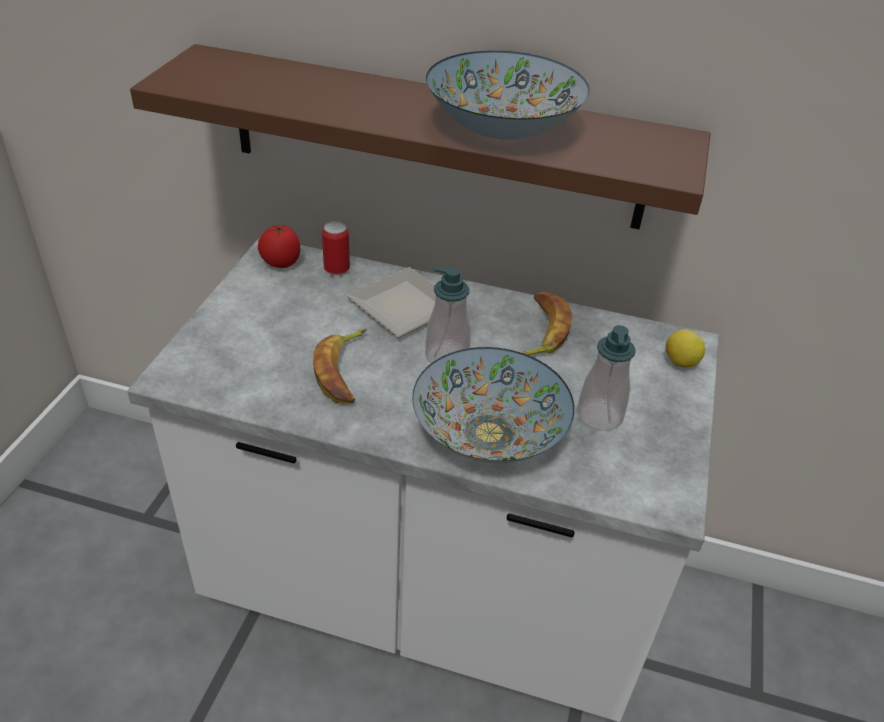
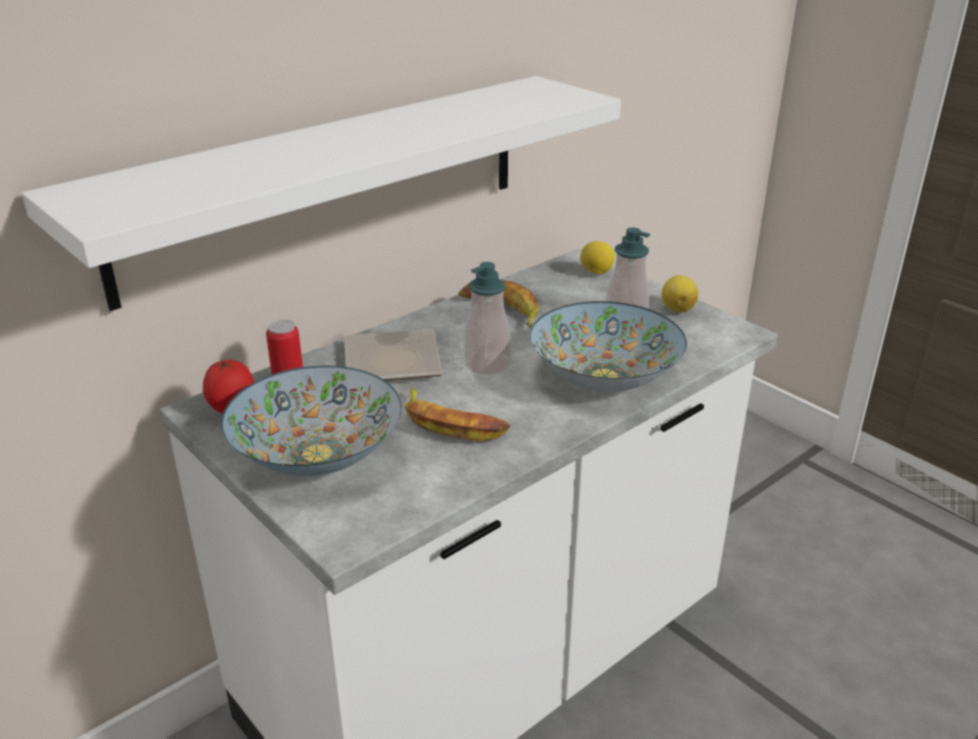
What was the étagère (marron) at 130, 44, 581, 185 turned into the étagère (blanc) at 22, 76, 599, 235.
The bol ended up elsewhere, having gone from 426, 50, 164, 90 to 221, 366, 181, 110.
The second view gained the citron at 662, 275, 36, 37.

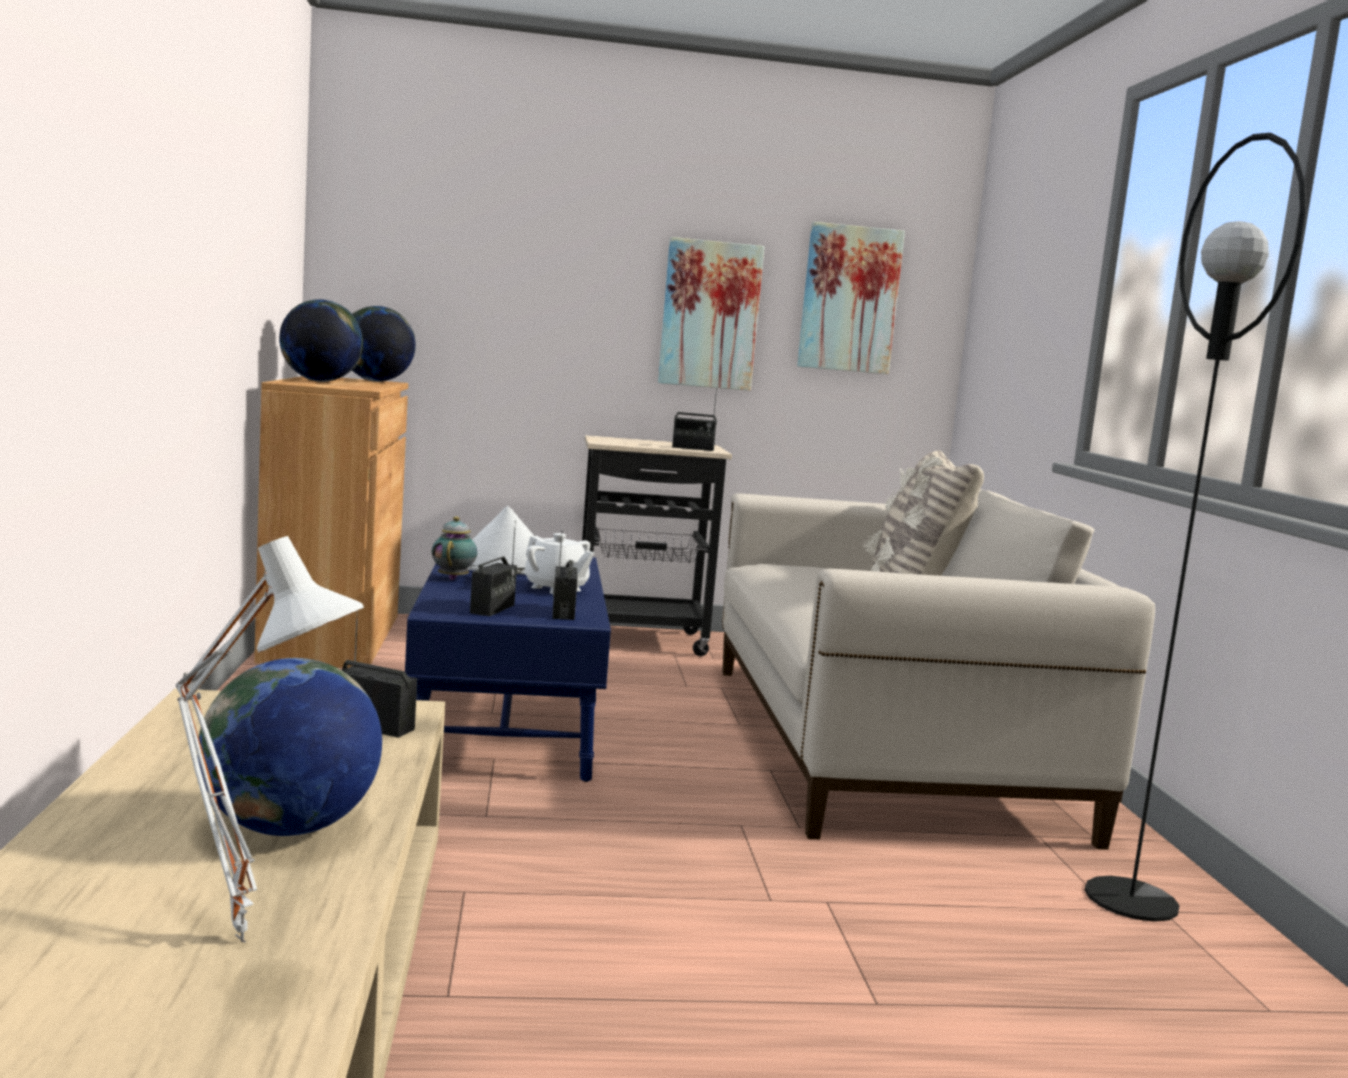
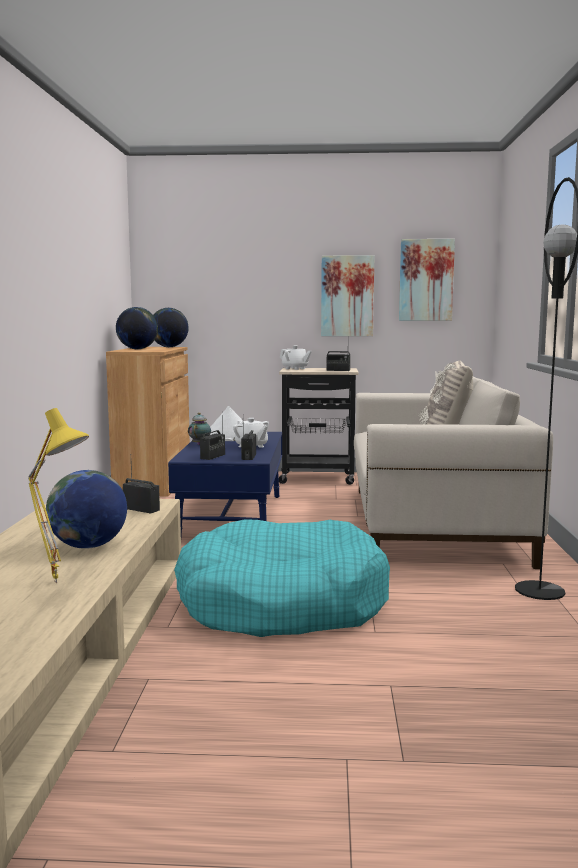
What was the lampe de table (blanc) at 176, 536, 188, 407 turned into the lampe de table (jaune) at 28, 408, 61, 175.
The second view gained the panier pour chien (turquoise) at 174, 519, 216, 118.
The second view gained the théière (blanc) at 280, 346, 32, 24.

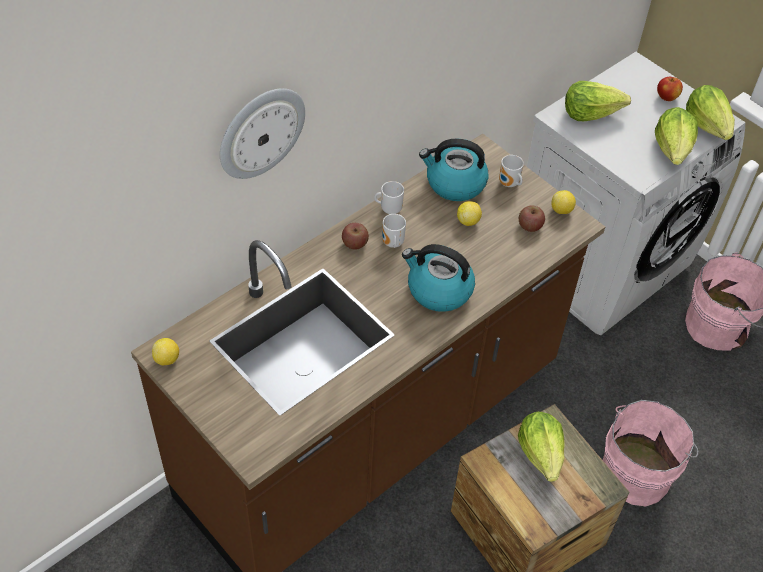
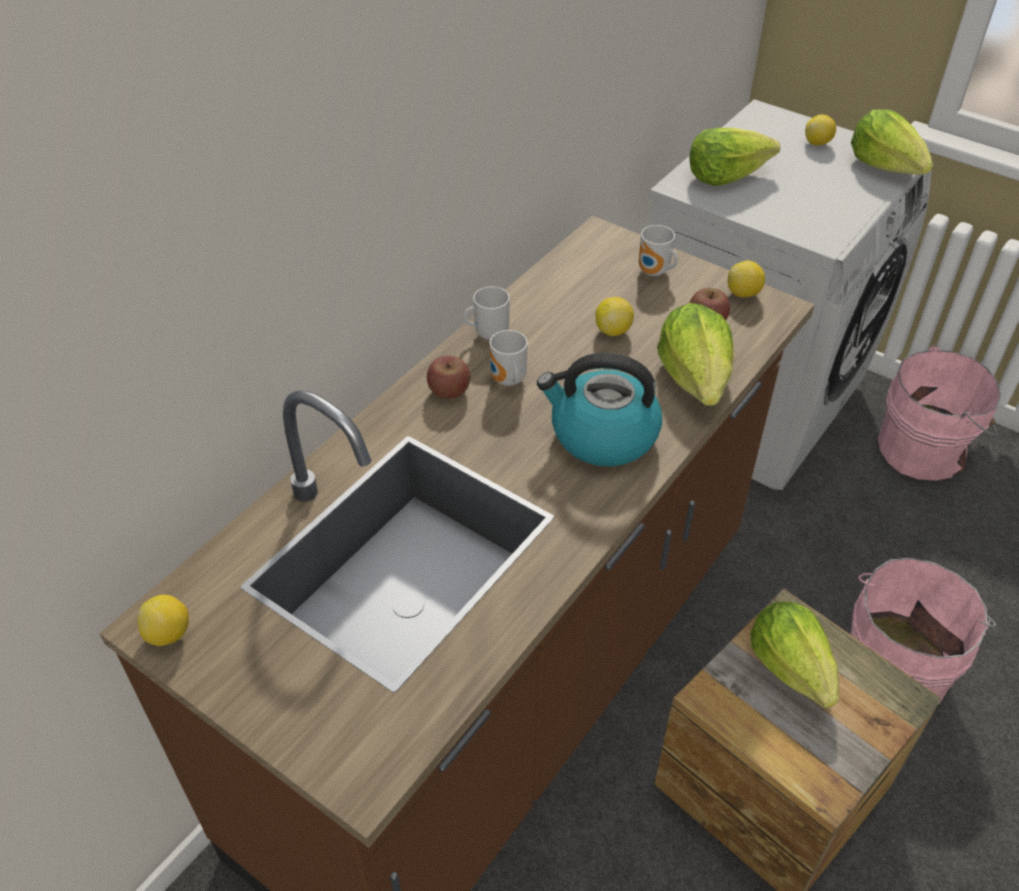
The second view lost the horloge murale at 220, 88, 85, 91.
The second view lost the bouilloire at 419, 139, 69, 62.
The laitue ended up elsewhere, having gone from 655, 107, 43, 58 to 657, 303, 77, 102.
Where the pomme stood at 657, 77, 26, 24, the citron came to stand at 805, 114, 31, 32.

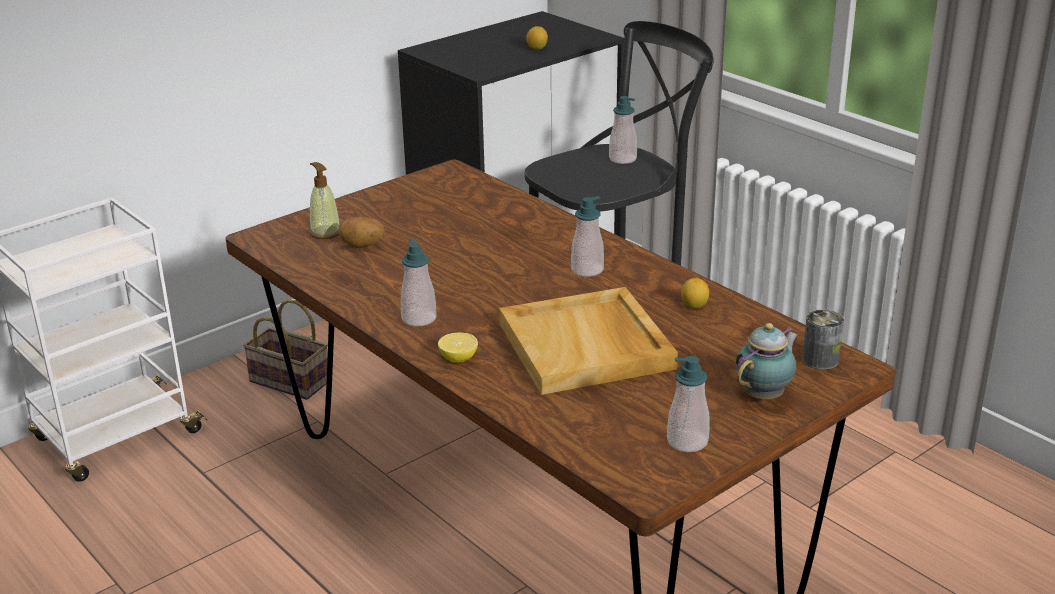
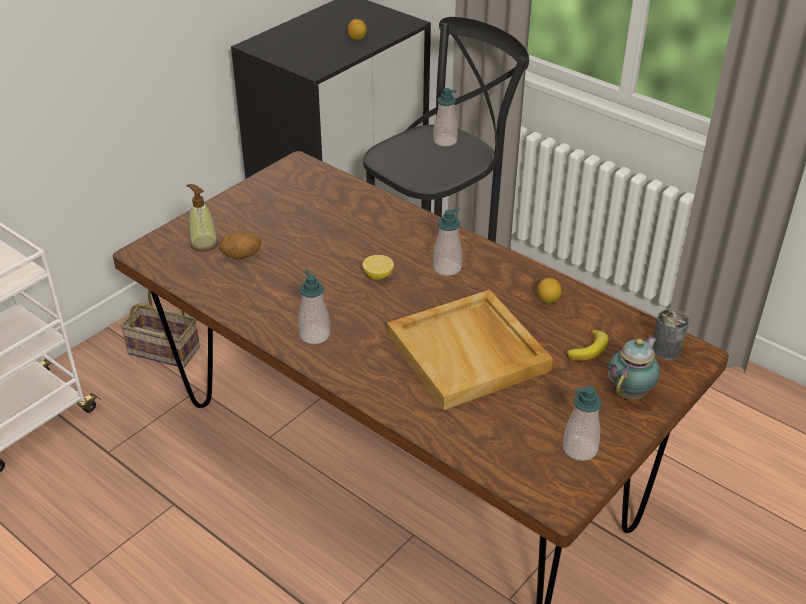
The citron ended up elsewhere, having gone from 438, 333, 40, 30 to 363, 255, 31, 25.
The second view gained the banane at 566, 330, 42, 31.

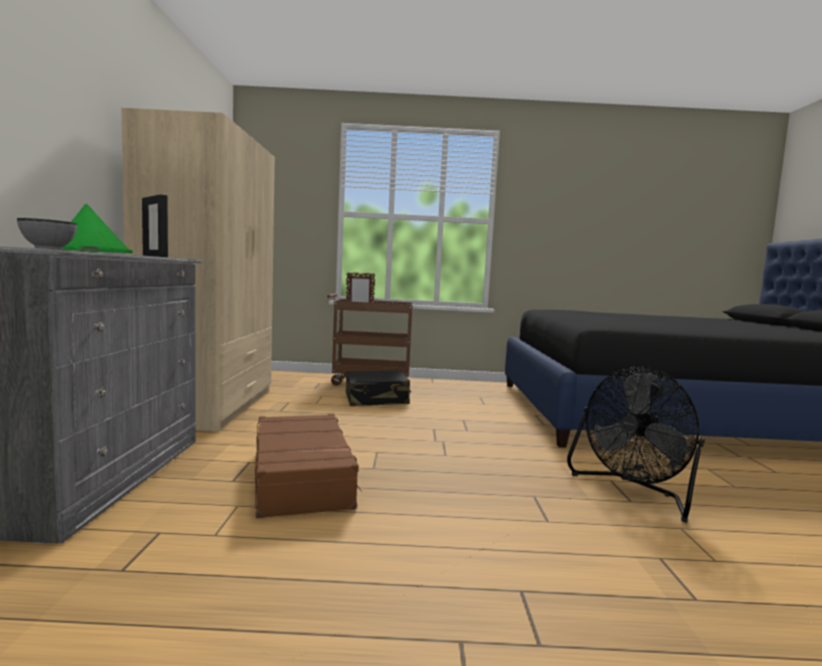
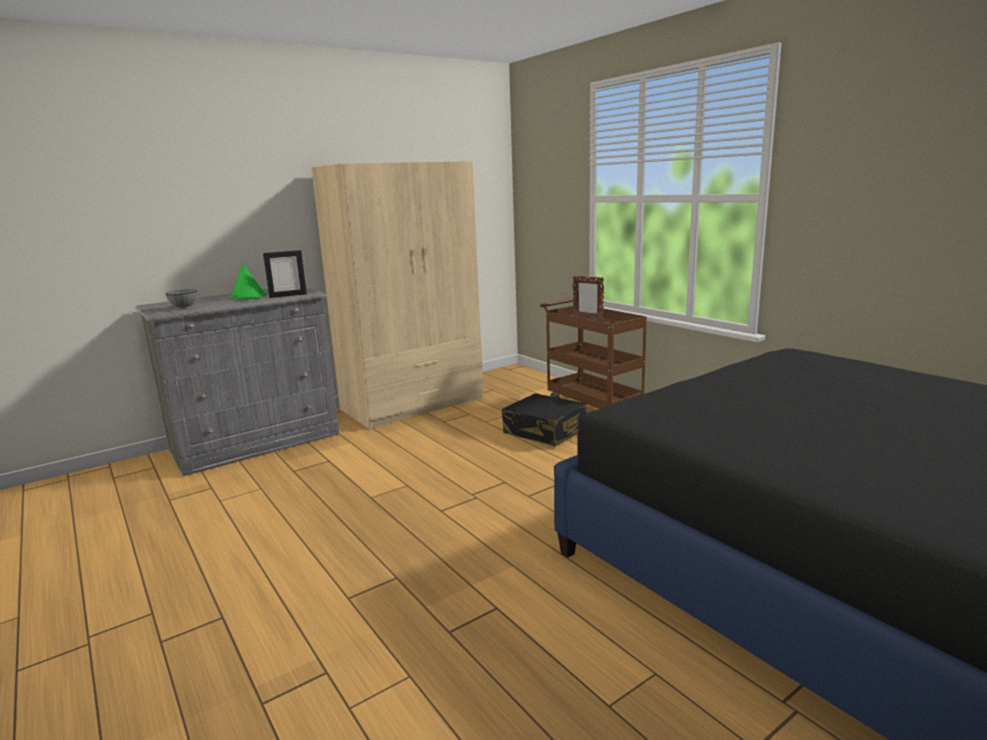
The cadre photo at 142, 194, 26, 63 ended up facing another way, 120 degrees counterclockwise from before.
The second view lost the valise (marron) at 255, 414, 107, 105.
The second view lost the ventilateur (noir) at 567, 367, 138, 156.

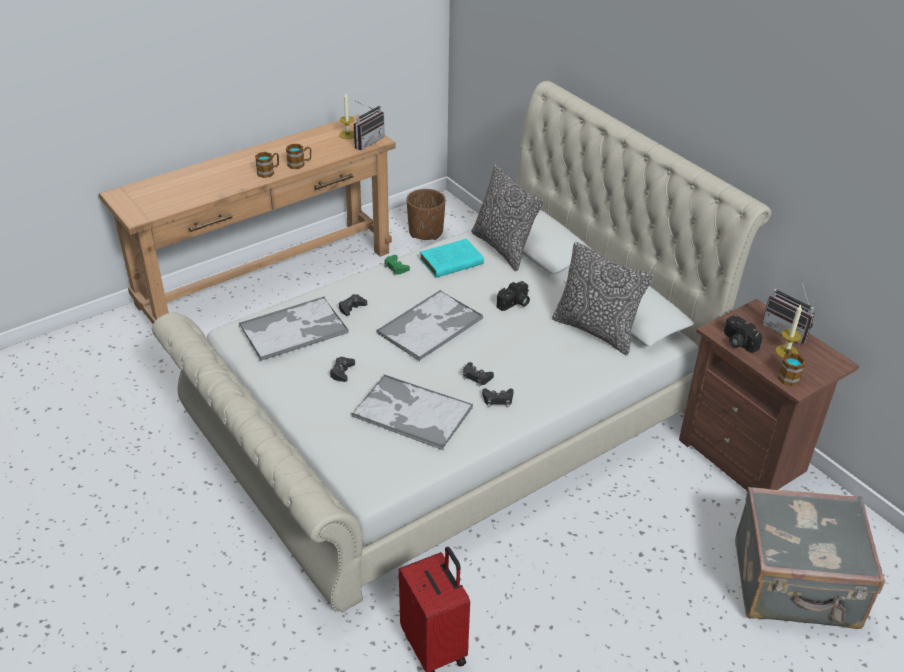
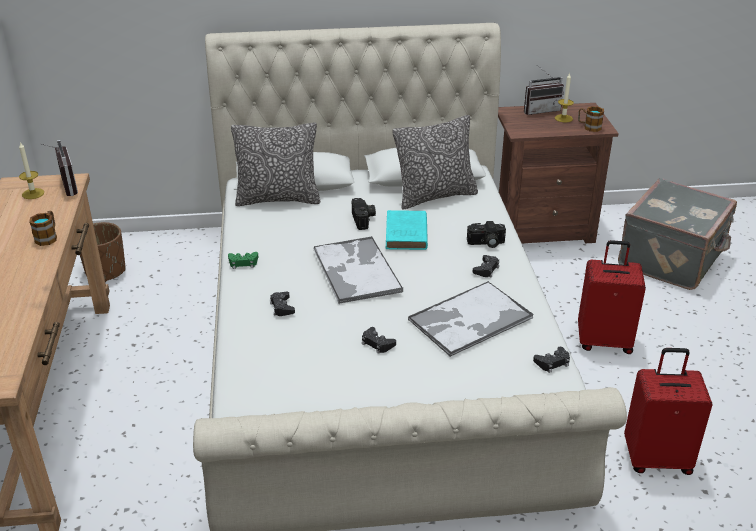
The second view lost the plateau at 239, 296, 110, 65.
The second view lost the mug at 255, 152, 24, 26.
The livre (turquoise) ended up elsewhere, having gone from 420, 239, 64, 39 to 386, 210, 42, 40.
The manette (noir) ended up elsewhere, having gone from 463, 362, 31, 24 to 533, 347, 37, 26.
The appareil photo ended up elsewhere, having gone from 724, 316, 39, 37 to 467, 221, 39, 27.
The second view gained the valise (rouge) at 578, 240, 68, 114.

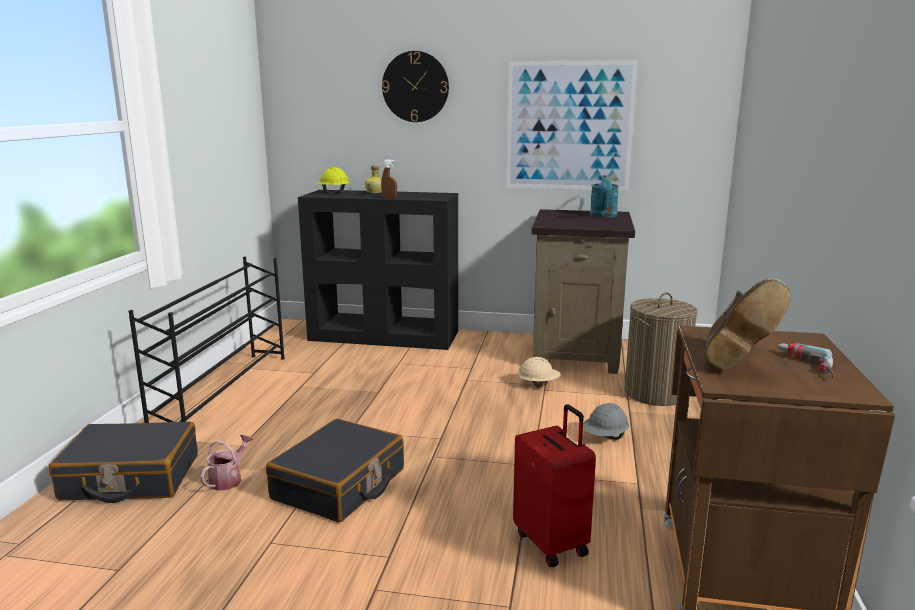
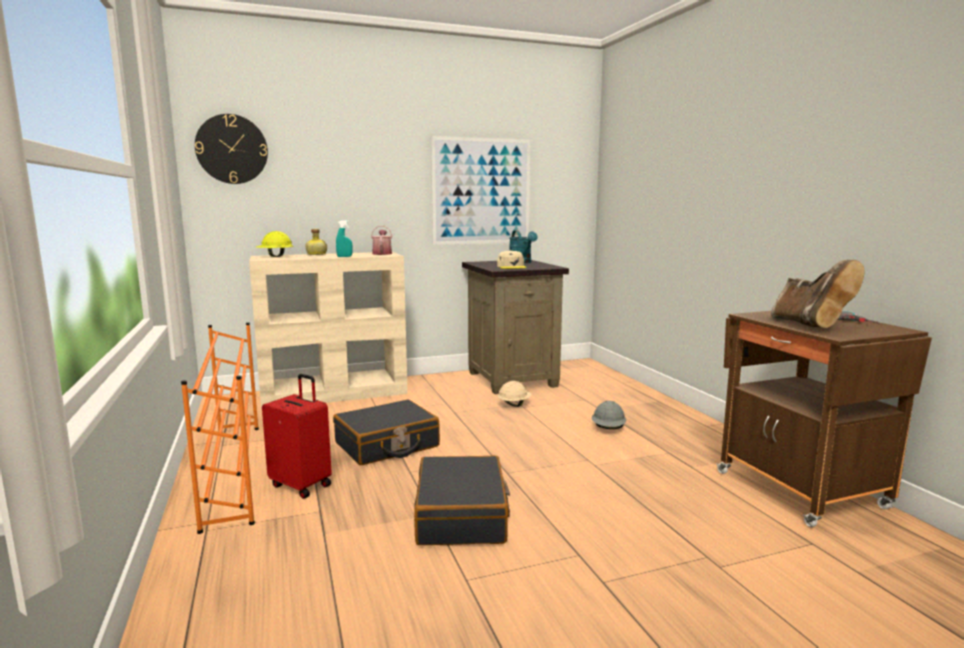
The valise (noir) ended up elsewhere, having gone from 49, 422, 149, 81 to 333, 400, 107, 65.
What was the étagère à chaussures (noir) at 128, 257, 157, 166 turned into the étagère à chaussures (orange) at 181, 322, 78, 212.
The arrosoir ended up elsewhere, having gone from 200, 435, 53, 56 to 371, 226, 21, 29.
What was the bibliothèque (noir) at 298, 190, 160, 160 turned into the bibliothèque (beige) at 249, 252, 159, 158.
What was the vaporisateur (marron) at 381, 160, 16, 38 turned into the vaporisateur (turquoise) at 336, 220, 16, 37.
The horloge murale ended up elsewhere, having gone from 382, 51, 67, 71 to 195, 114, 73, 70.
The valise (rouge) ended up elsewhere, having gone from 513, 404, 83, 163 to 262, 374, 70, 125.
The second view lost the panier à linge at 625, 292, 73, 114.
The second view gained the casquette (beige) at 497, 250, 30, 19.

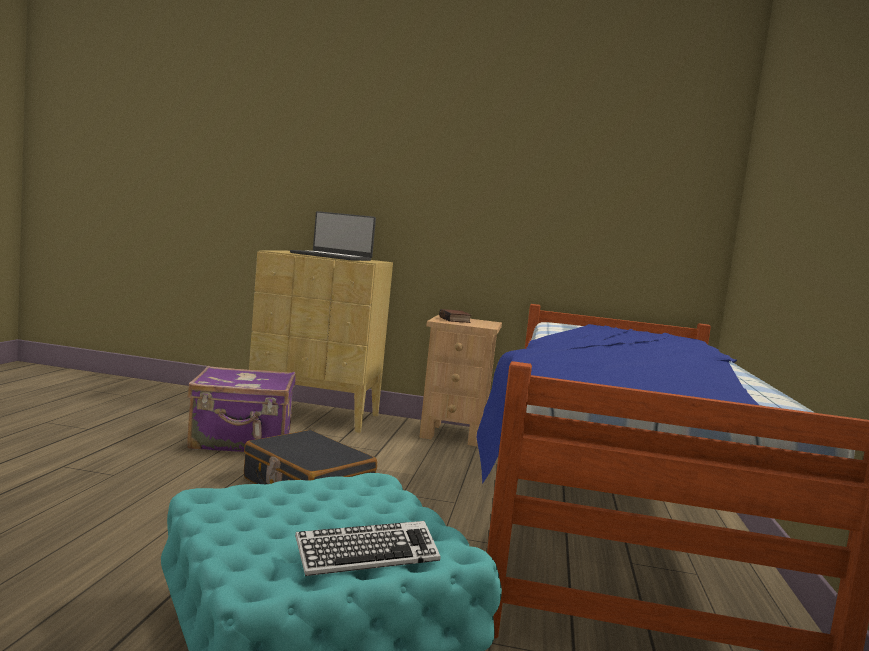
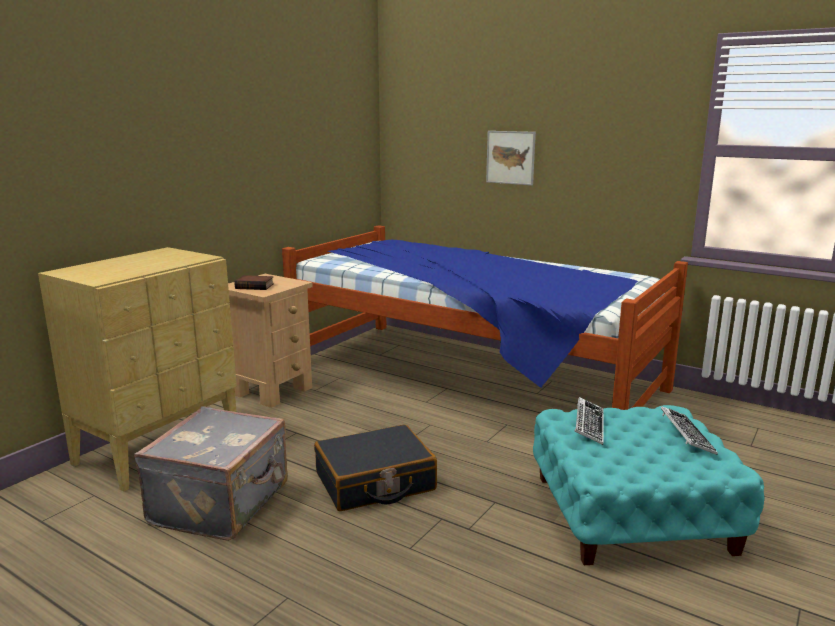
What was the valise (violet) at 187, 366, 109, 86 turned into the valise (gris) at 134, 406, 154, 135.
The second view lost the ordinateur portable at 290, 211, 86, 50.
The second view gained the tableau at 486, 131, 50, 54.
The second view gained the clavier at 575, 397, 28, 48.

